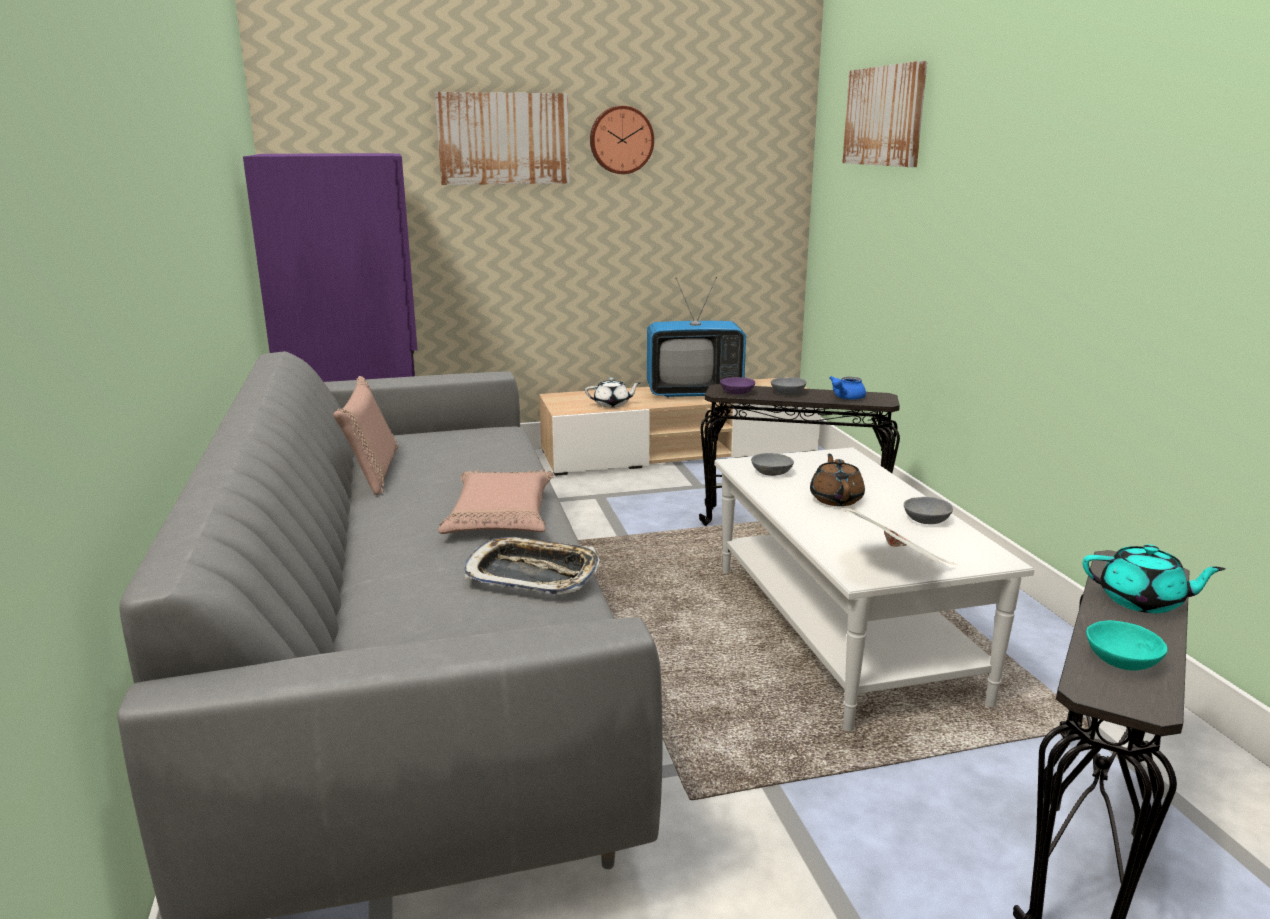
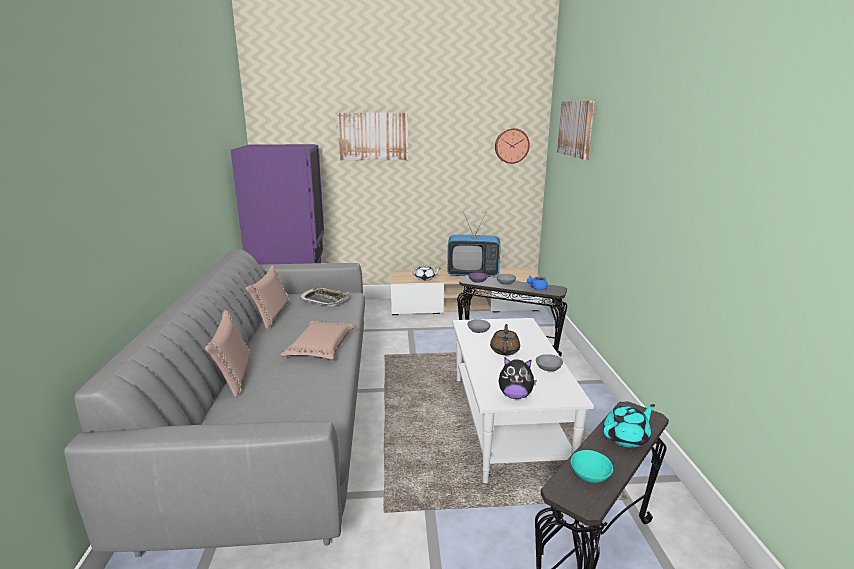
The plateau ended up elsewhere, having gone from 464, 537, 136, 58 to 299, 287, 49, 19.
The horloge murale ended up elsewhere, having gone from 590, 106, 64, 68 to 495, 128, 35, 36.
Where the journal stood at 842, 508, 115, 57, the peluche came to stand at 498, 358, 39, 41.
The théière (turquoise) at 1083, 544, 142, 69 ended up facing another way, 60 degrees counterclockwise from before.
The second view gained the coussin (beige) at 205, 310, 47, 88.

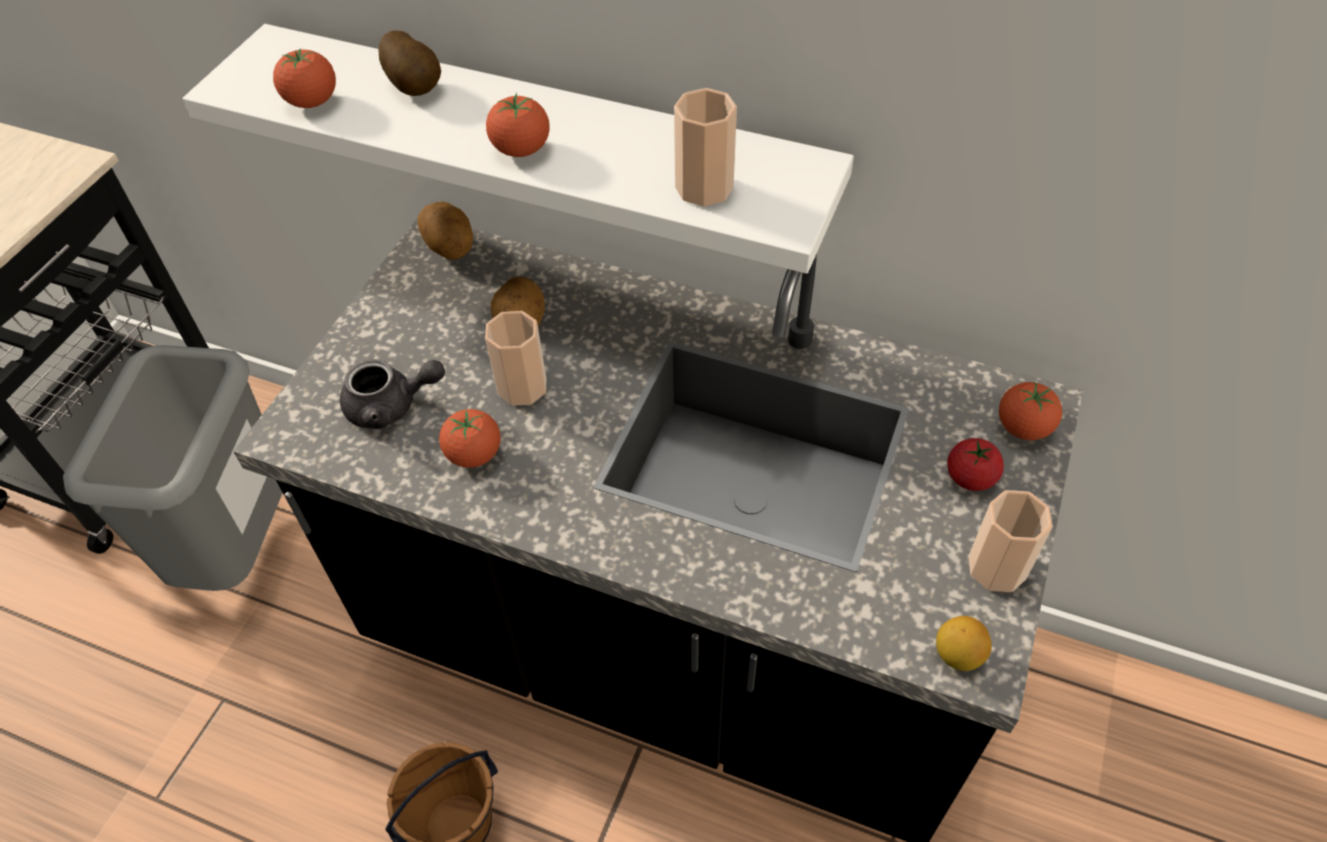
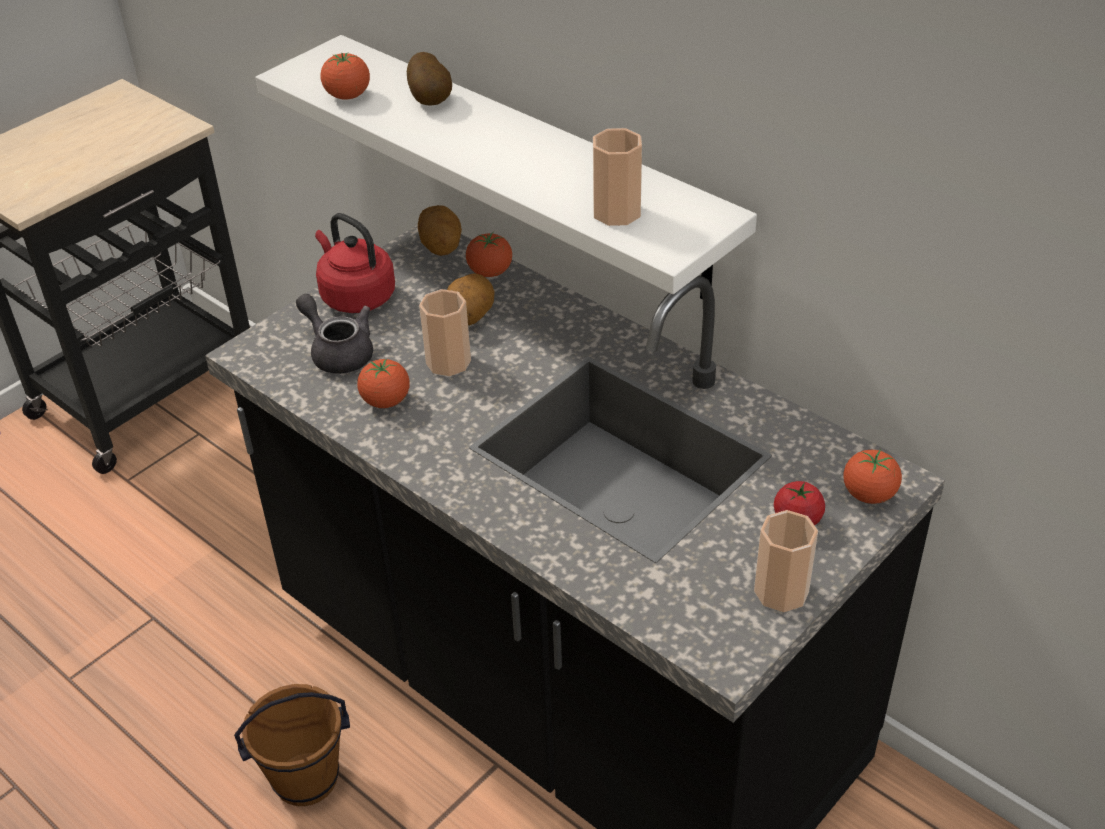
The second view lost the poubelle (gris) at 63, 345, 219, 246.
The théière (gris) at 340, 359, 105, 70 ended up facing another way, 150 degrees counterclockwise from before.
The tomate ended up elsewhere, having gone from 486, 93, 64, 64 to 466, 232, 46, 45.
The second view lost the citron at 936, 616, 56, 55.
The second view gained the bouilloire (rouge) at 315, 213, 80, 100.

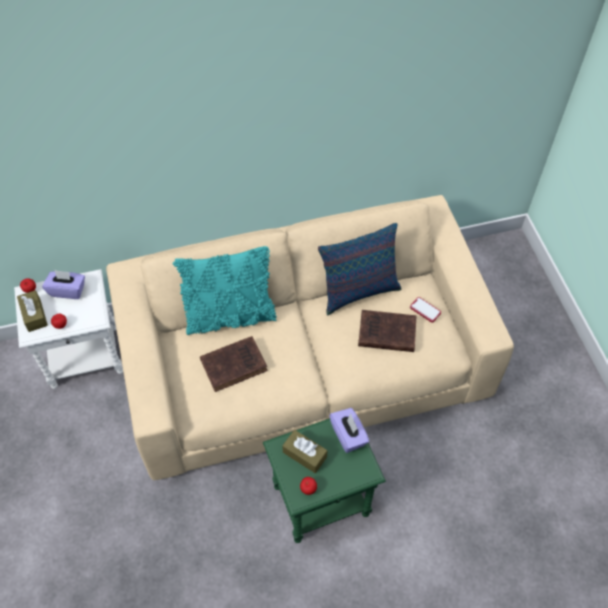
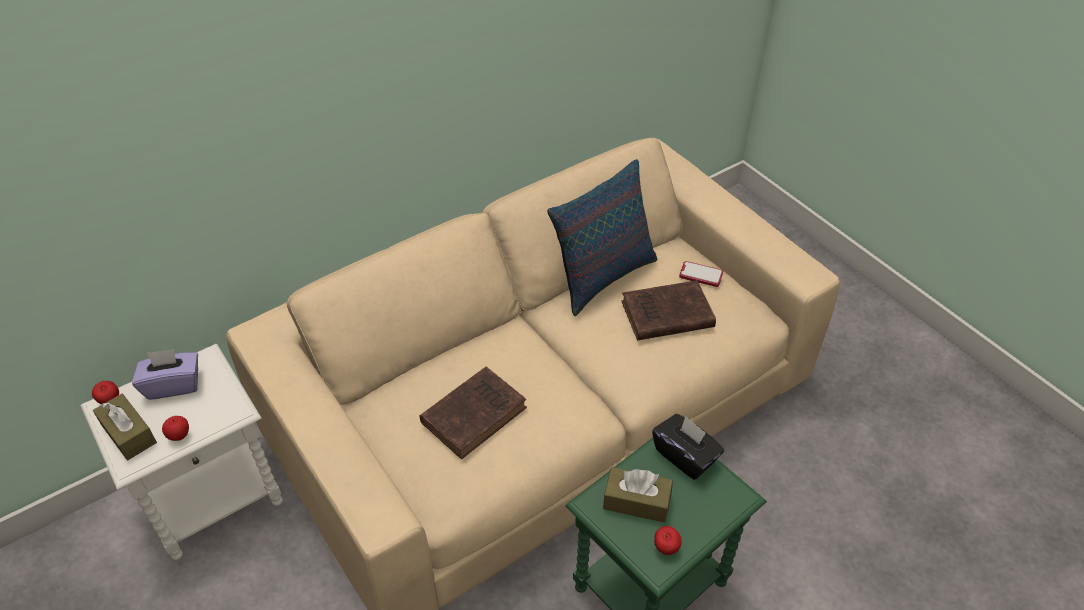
The second view lost the coussin (turquoise) at 173, 246, 104, 89.
What was the boîte à mouchoirs (violet) at 329, 408, 40, 45 turned into the boîte à mouchoirs (noir) at 652, 414, 72, 66.

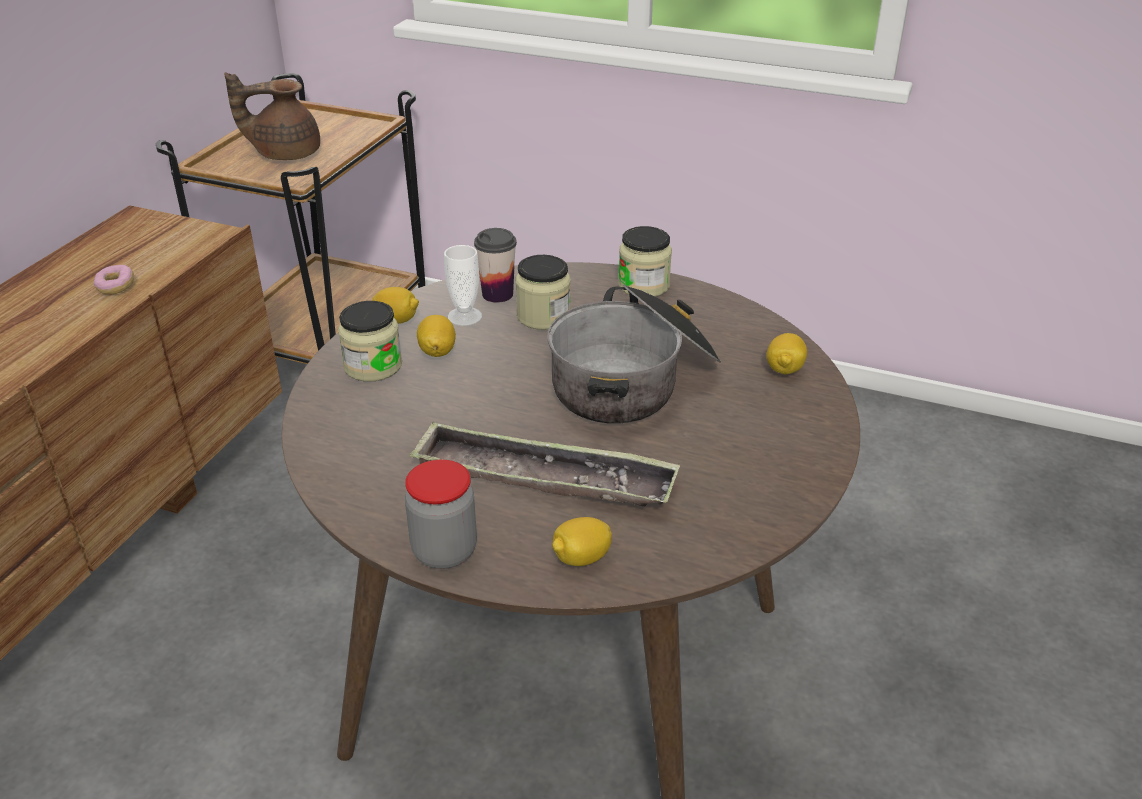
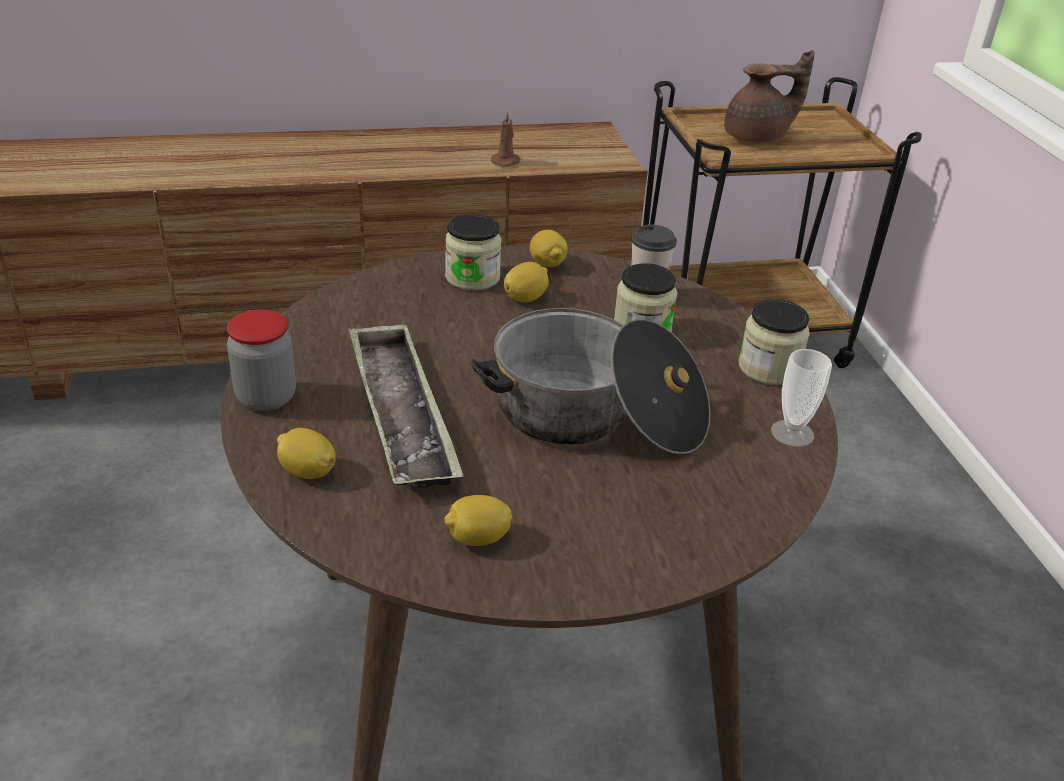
Where the beignet stood at 94, 265, 40, 30, the bougie (marron) came to stand at 491, 111, 29, 56.
The théière (marron) at 224, 72, 96, 88 ended up facing another way, 120 degrees clockwise from before.
The tasse ended up elsewhere, having gone from 444, 245, 38, 81 to 771, 349, 61, 98.
The citron ended up elsewhere, having gone from 766, 333, 41, 41 to 444, 495, 68, 51.

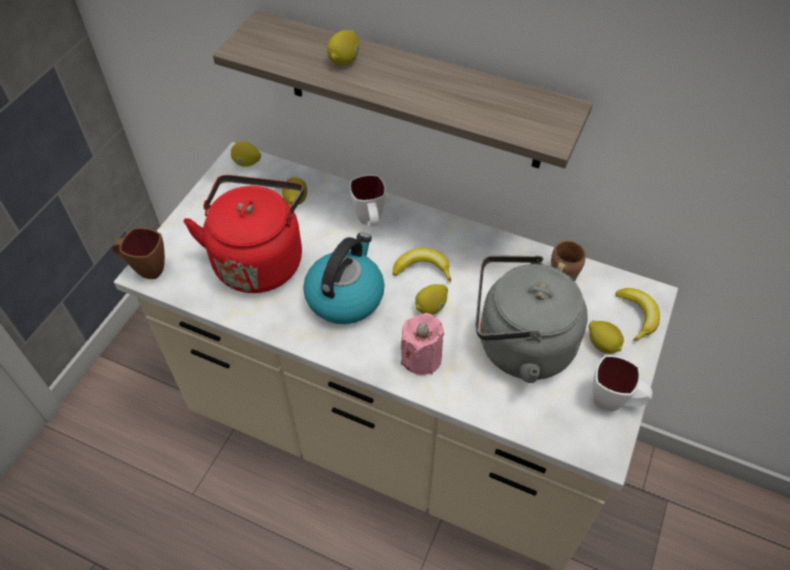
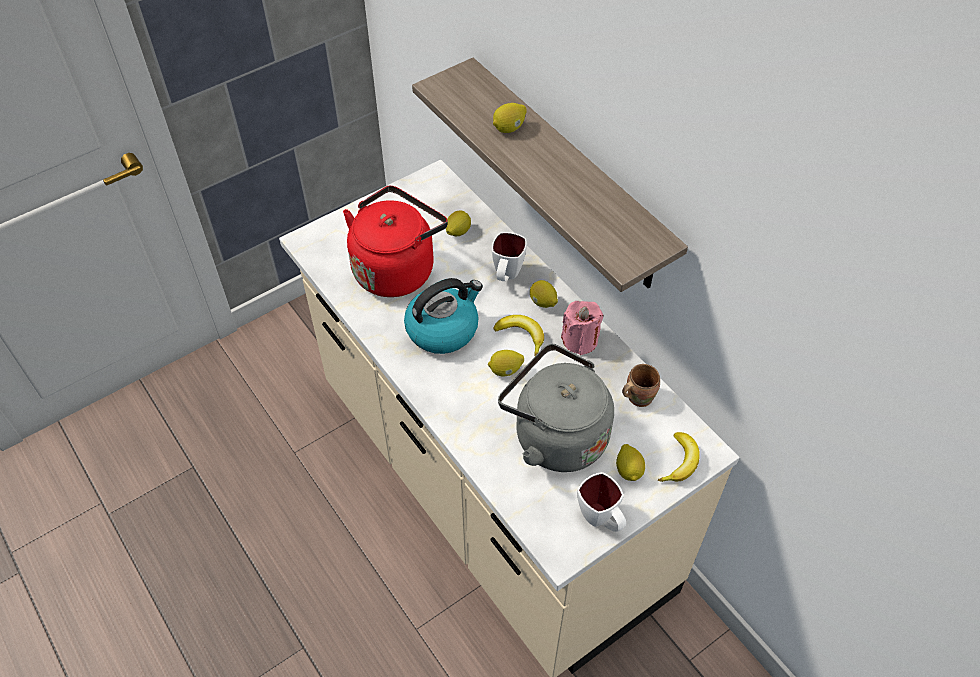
The second view lost the mug (marron) at 112, 228, 53, 51.
The citron ended up elsewhere, having gone from 231, 141, 30, 26 to 530, 280, 28, 28.
The bougie (rose) ended up elsewhere, having gone from 401, 313, 43, 62 to 561, 301, 42, 54.

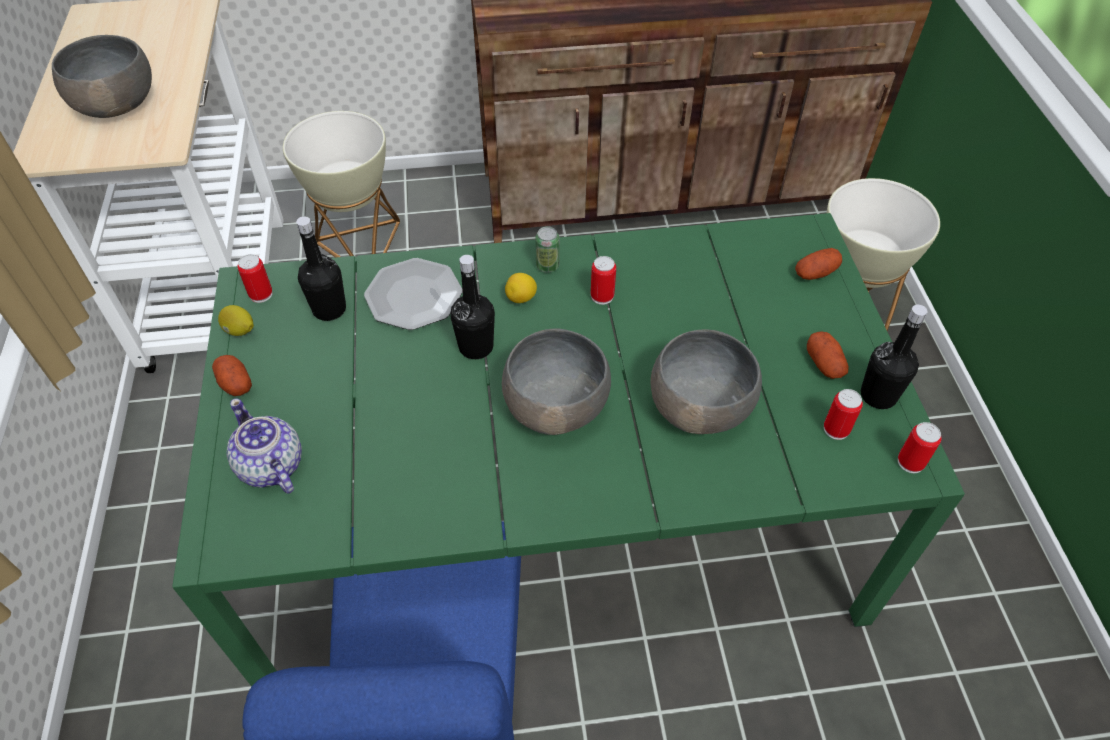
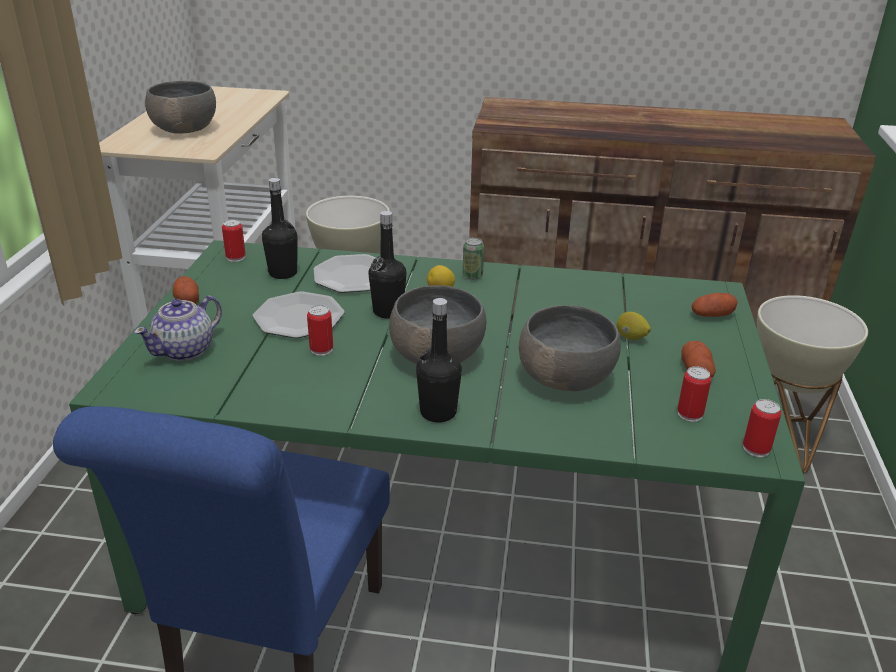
The citron ended up elsewhere, having gone from 218, 305, 36, 31 to 617, 312, 34, 28.
The théière at 226, 398, 76, 96 ended up facing another way, 120 degrees counterclockwise from before.
The boîte métallique ended up elsewhere, having gone from 591, 256, 25, 49 to 307, 305, 26, 51.
The bouteille (noir) ended up elsewhere, having gone from 861, 305, 66, 104 to 416, 298, 46, 125.
The second view gained the assiette at 252, 291, 93, 47.

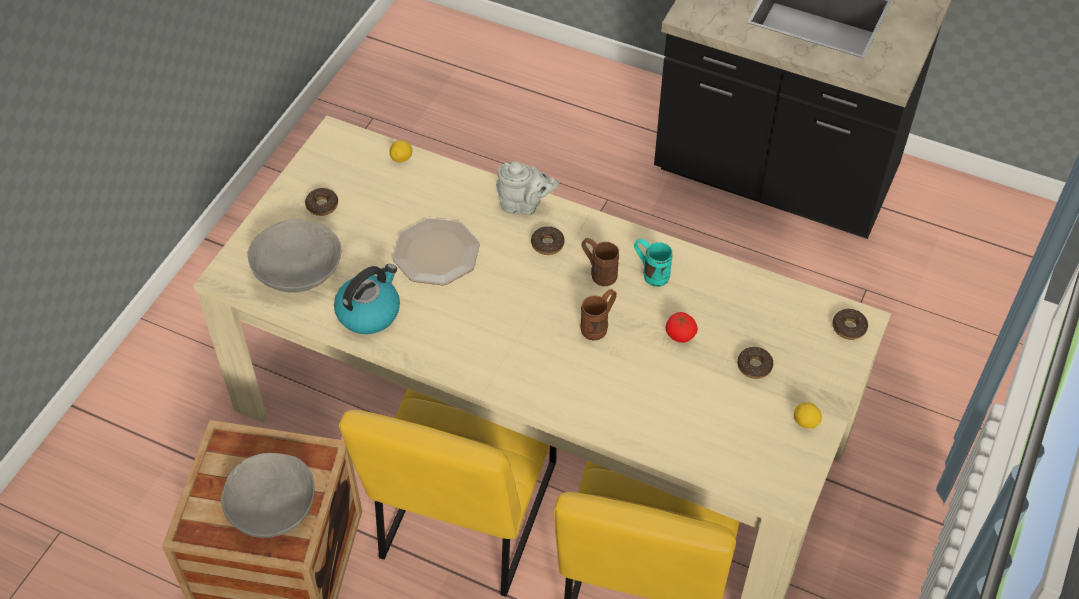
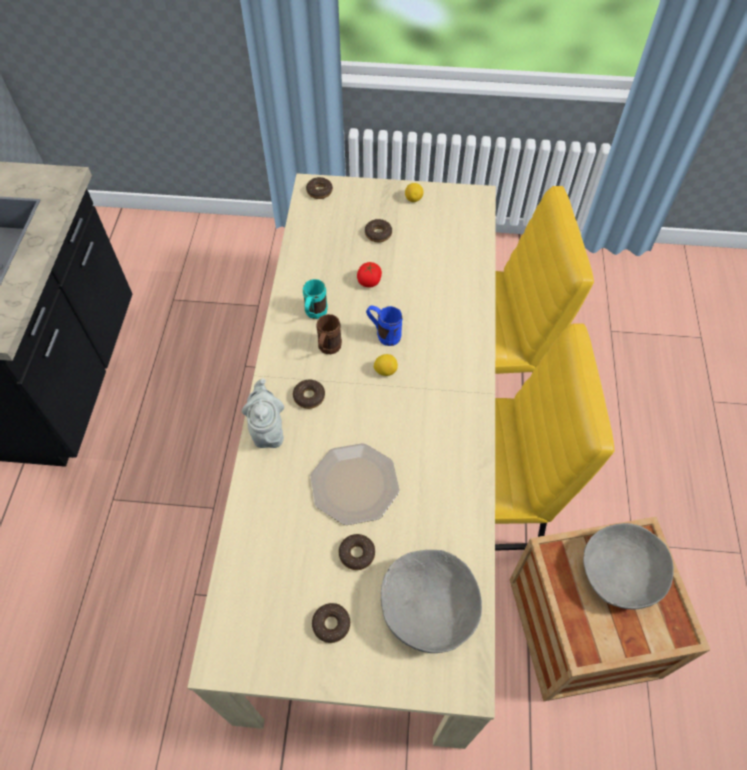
The second view lost the bouilloire at 334, 264, 66, 70.
The citron ended up elsewhere, having gone from 389, 140, 23, 22 to 374, 354, 24, 22.
What was the mug (marron) at 580, 289, 37, 51 turned into the mug (bleu) at 366, 306, 36, 40.
The second view gained the beignet at 339, 534, 36, 36.

